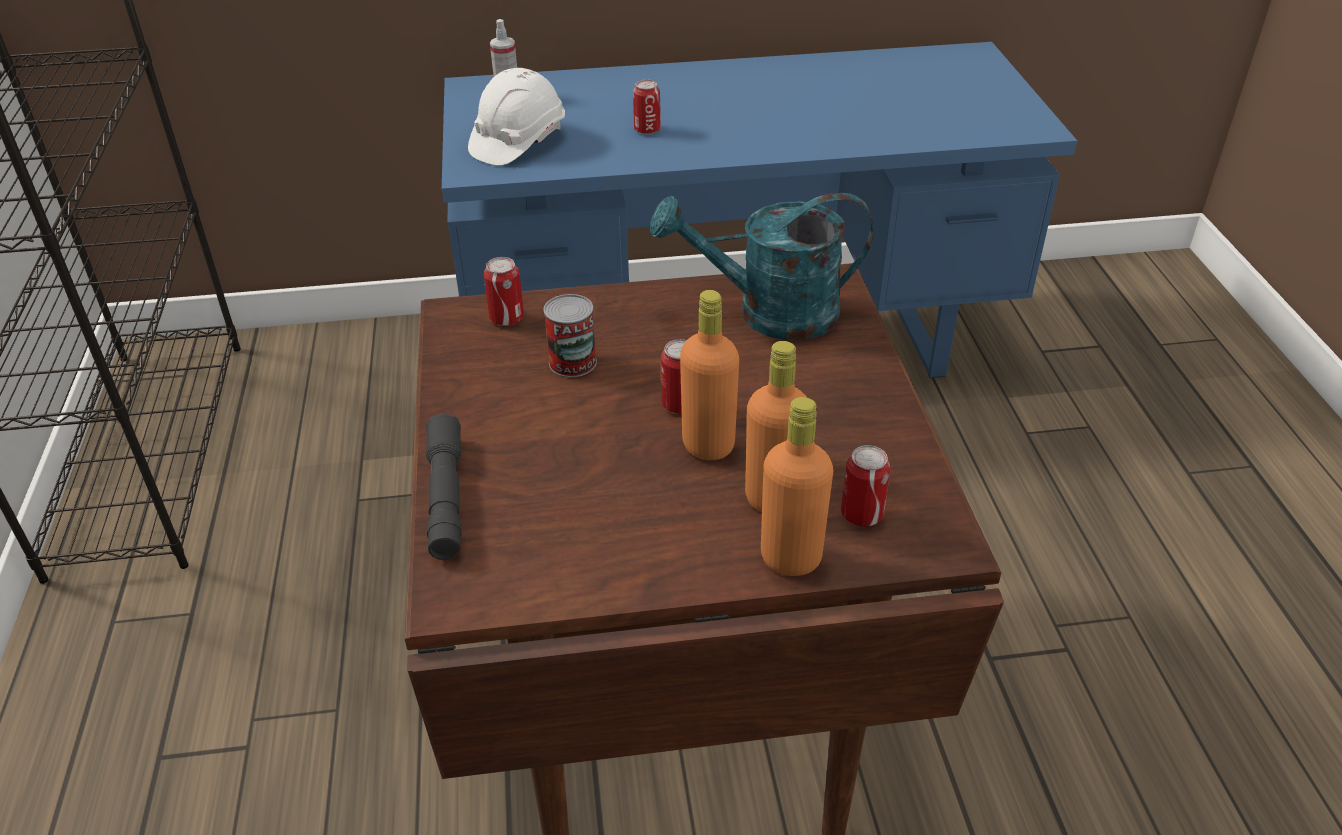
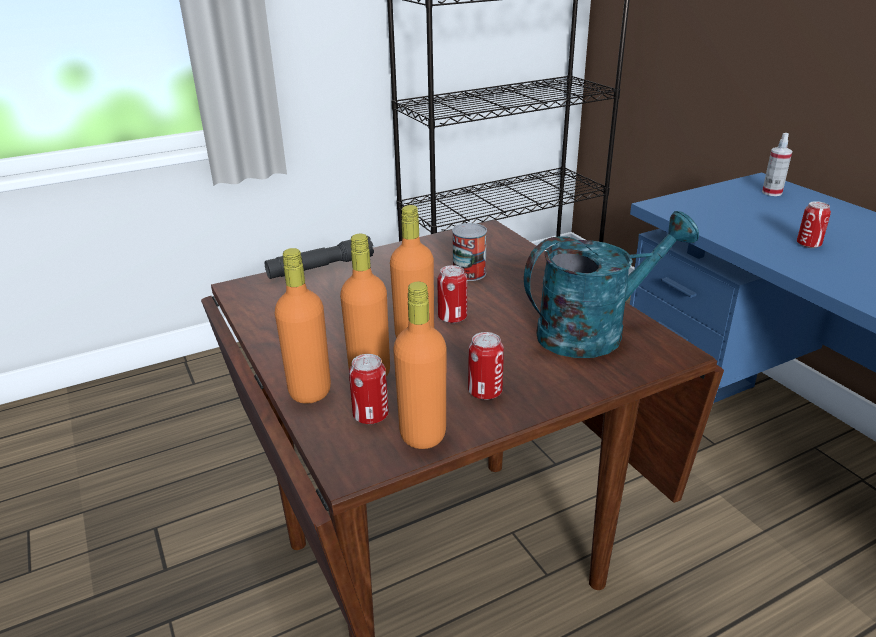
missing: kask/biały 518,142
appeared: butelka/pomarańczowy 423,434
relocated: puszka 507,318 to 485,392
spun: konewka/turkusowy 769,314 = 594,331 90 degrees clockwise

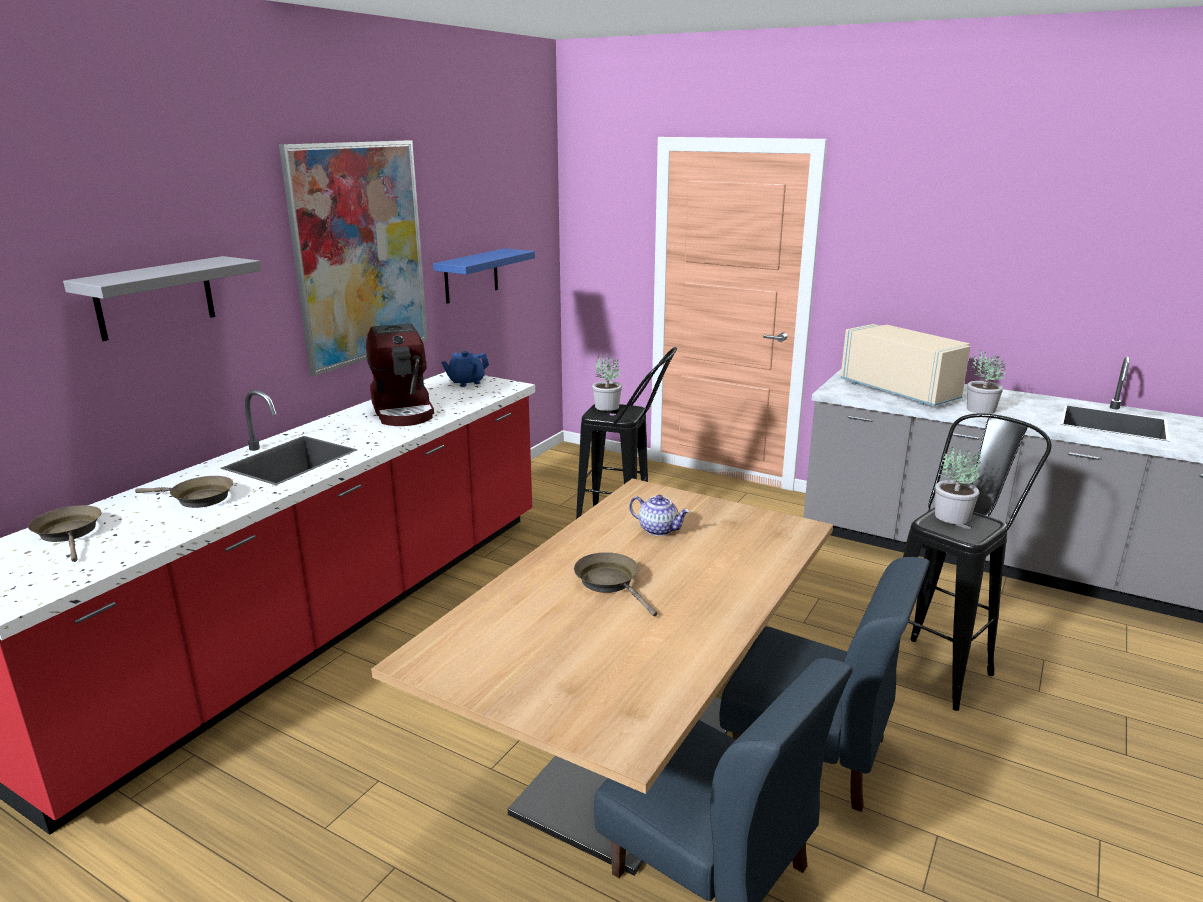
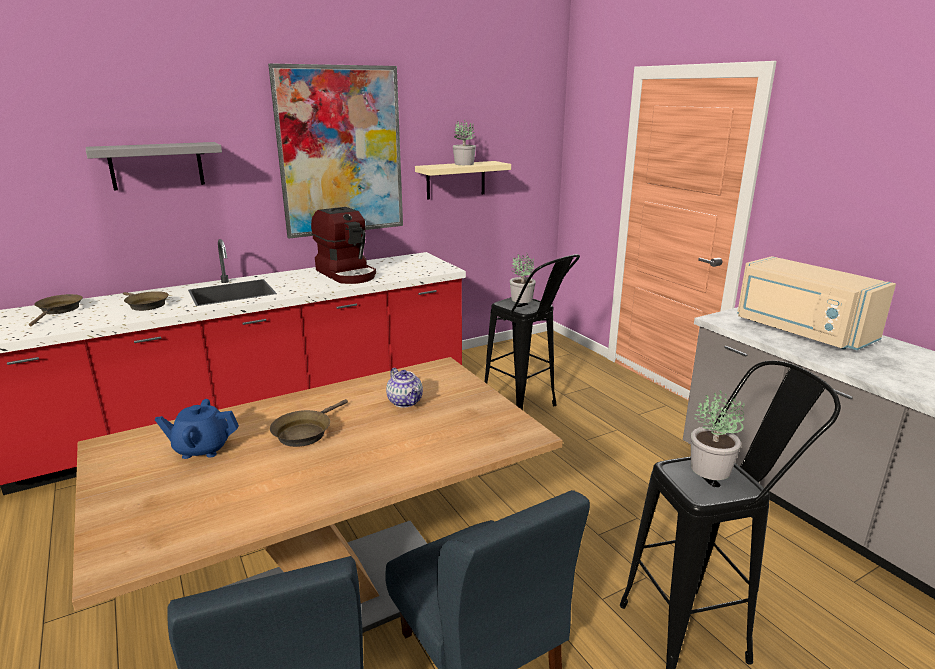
relocated: imbryk/niebieski 466,382 to 202,449; roślina doniczkowa 980,409 to 463,164
colour: półka/niebieski 471,275 to półka/beżowy 456,180
spun: patelnia/brązowy 610,583 = 305,432 150 degrees counterclockwise; ekspres do kawy 403,410 = 347,274 45 degrees counterclockwise; mikrofalówka/beżowy 902,390 = 800,331 150 degrees clockwise

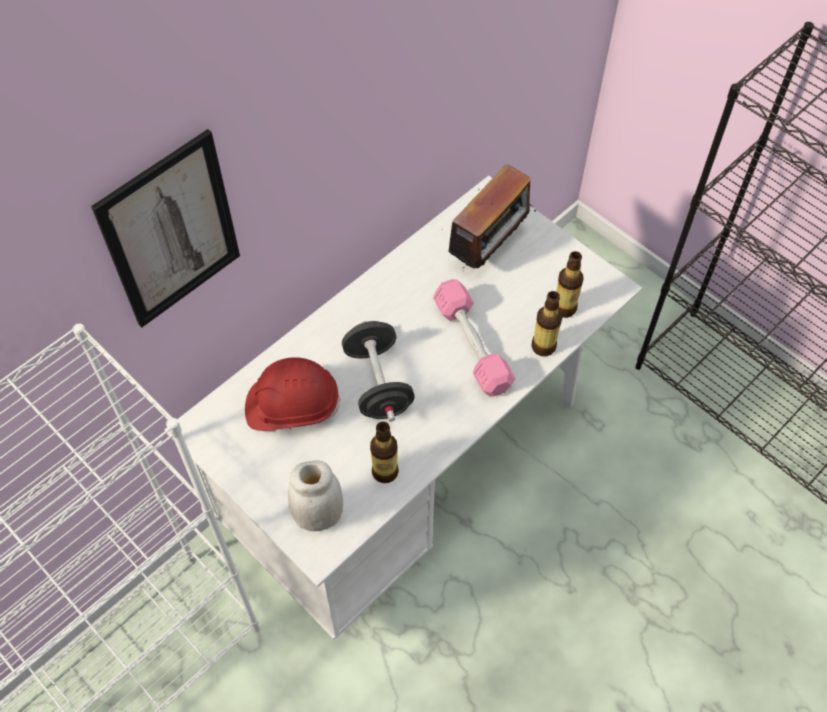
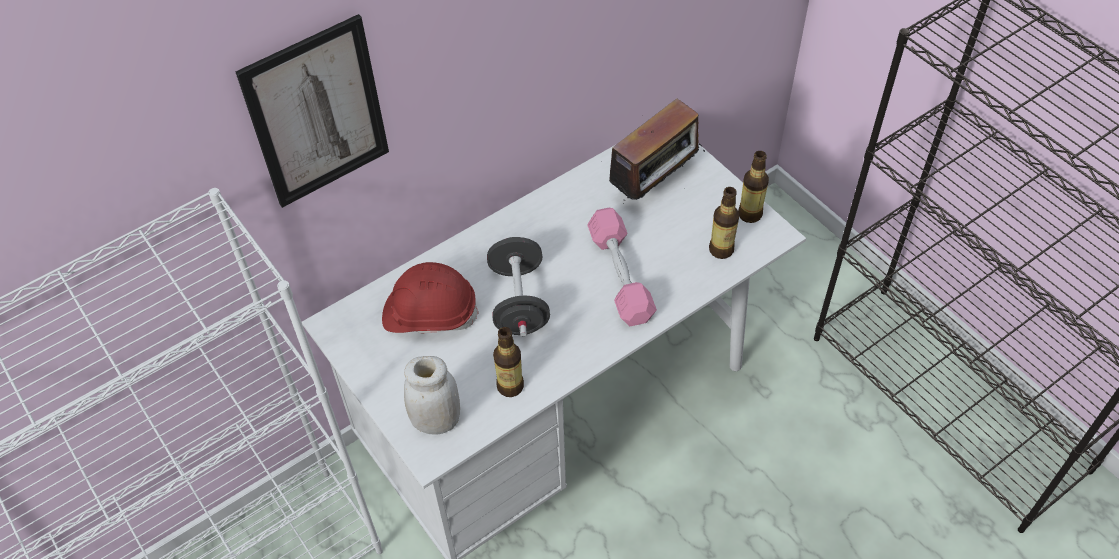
relocated: butelka 543,346 to 749,214

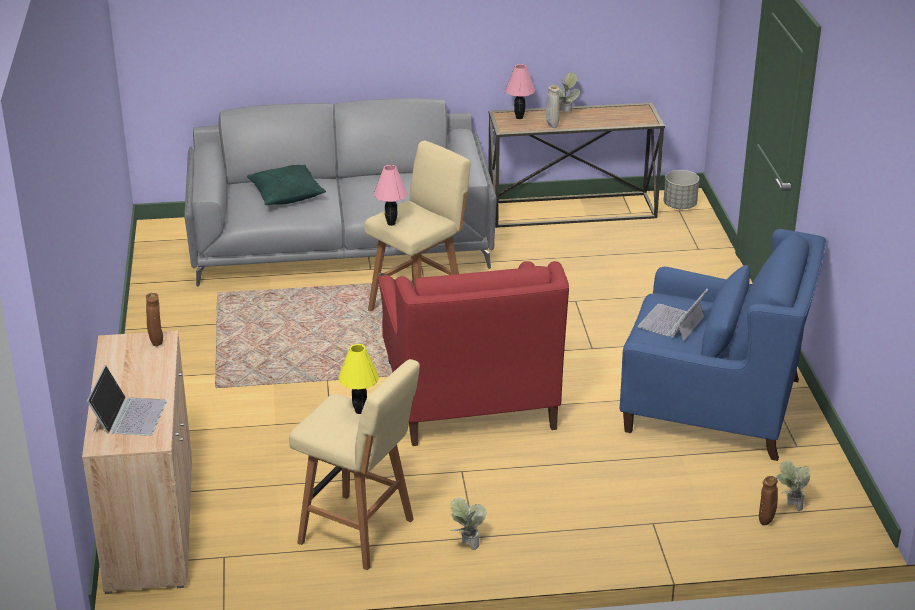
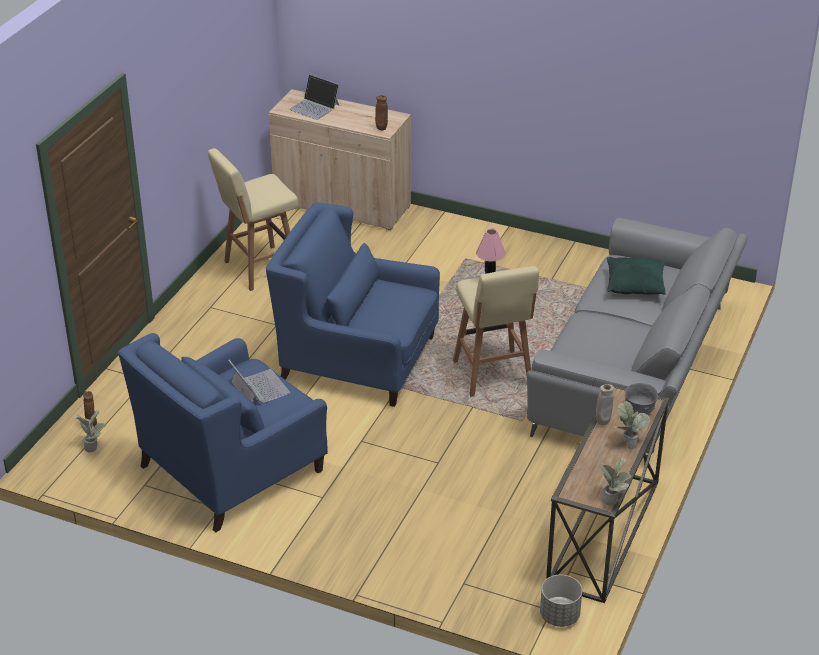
missing: lampa stołowa/żółty 360,411
relocated: roślina doniczkowa 466,543 to 613,499
exchanged: lampa stołowa/różowy 519,117 to miska/szary 639,411
colour: fotel/czerwony 470,394 to fotel/niebieski 358,359

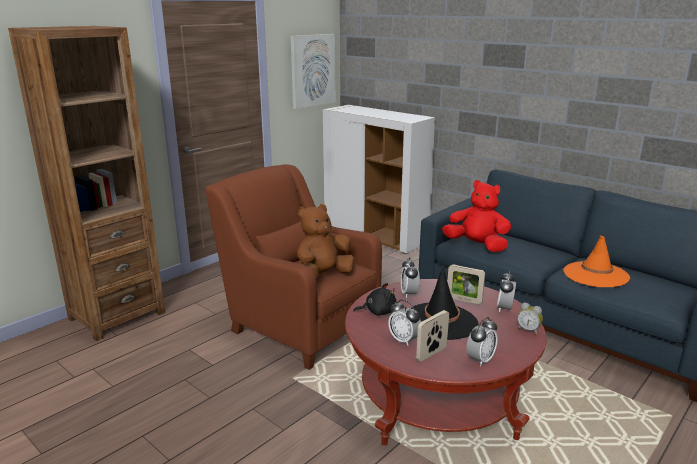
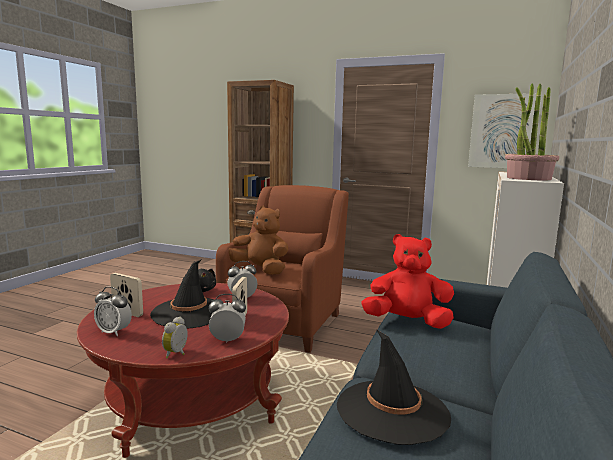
missing: budzik 404,340
appeared: roślina doniczkowa 528,178
colour: kapelusz/pomarańczowy 595,275 to kapelusz/czarny 392,410
spun: pluszak/czerwony 477,245 = 407,322 90 degrees counterclockwise

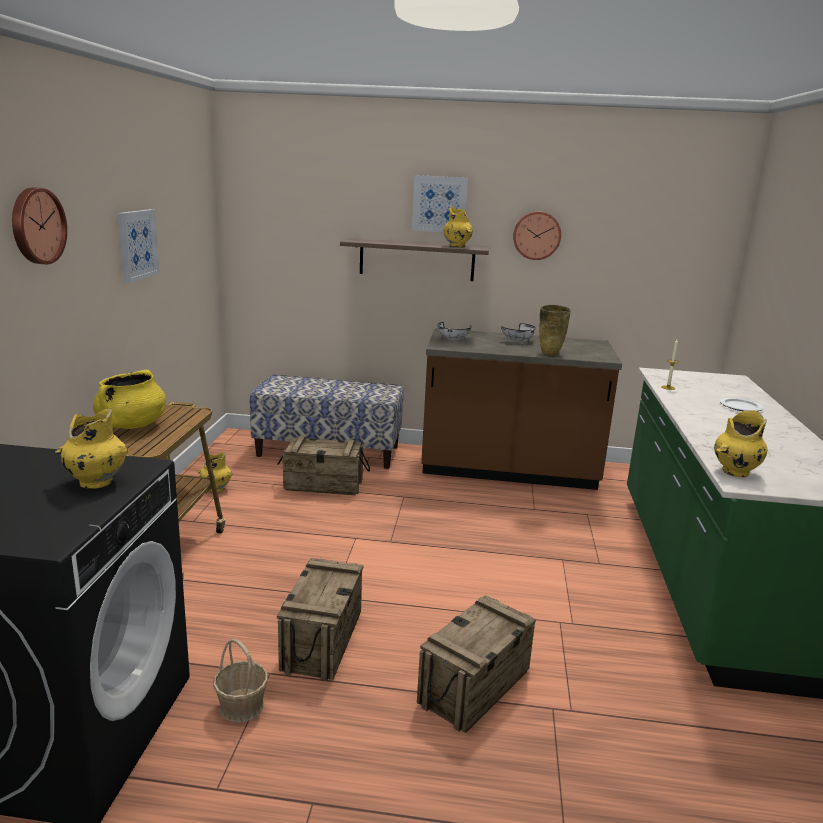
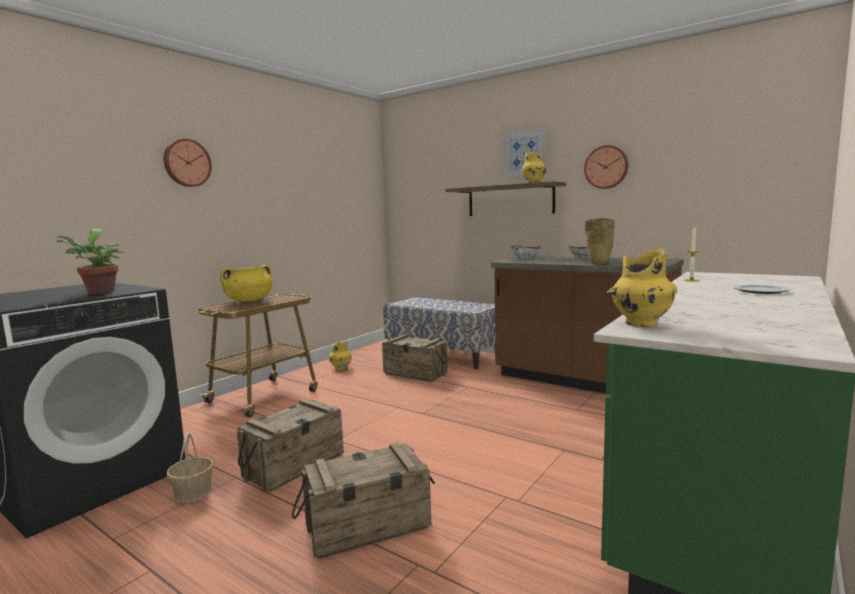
missing: obraz 137,244
exchanged: wazon/żółty 95,482 to roślina doniczkowa 99,292

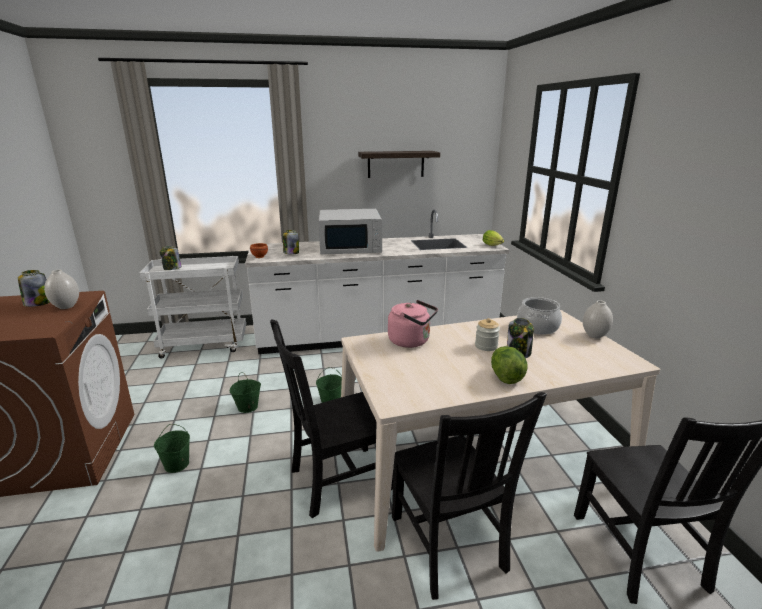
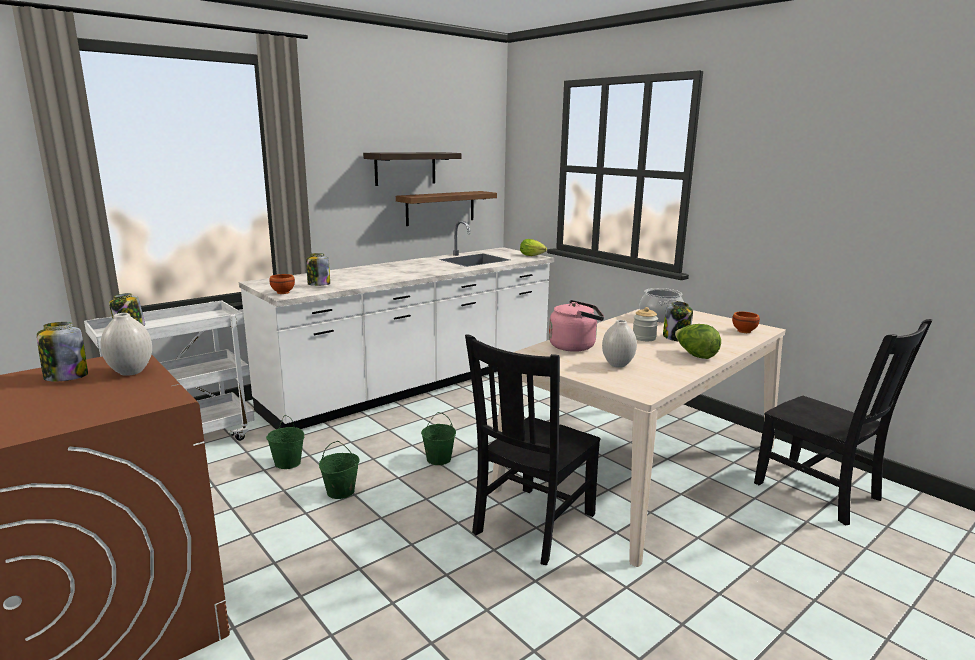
missing: mikrofalówka/biały 350,247; krzesło/czarny 449,546
appeared: półka 440,208; miska/brązowy 743,331
relocated: wiadro/zielony 177,465 to 288,463; wazon/biały 595,336 to 618,365

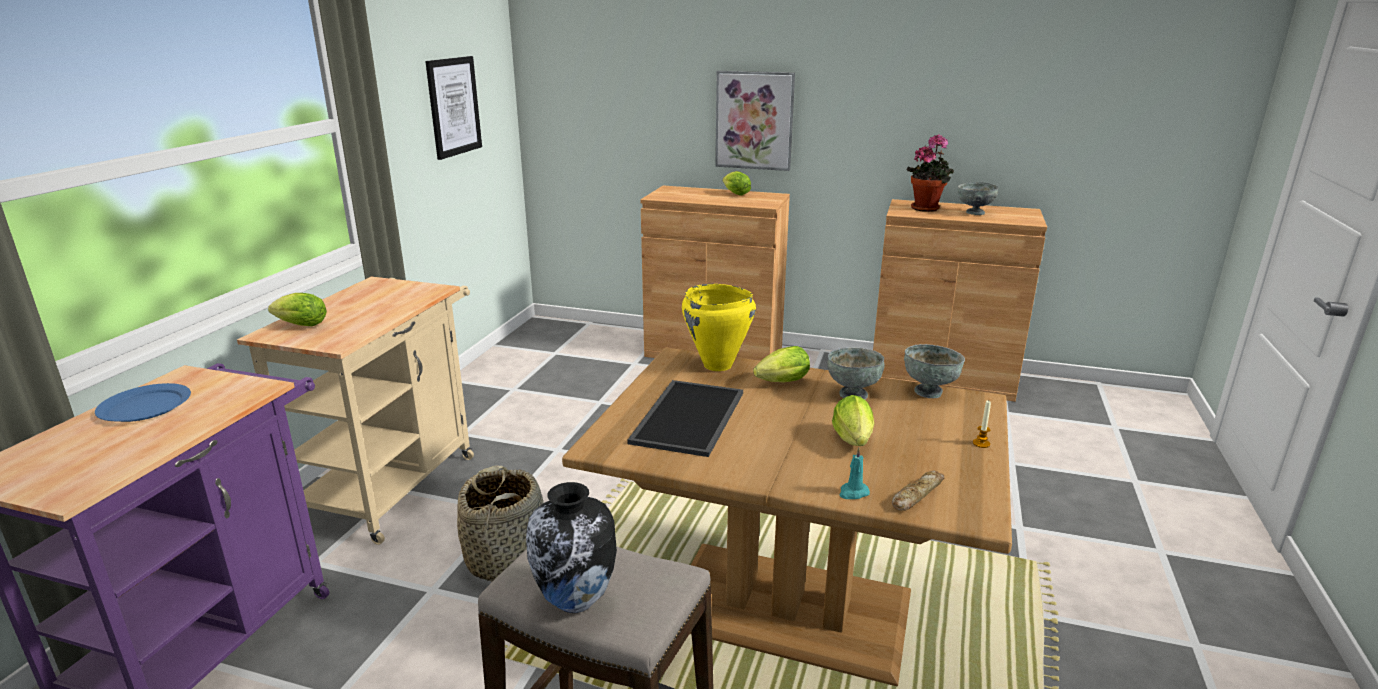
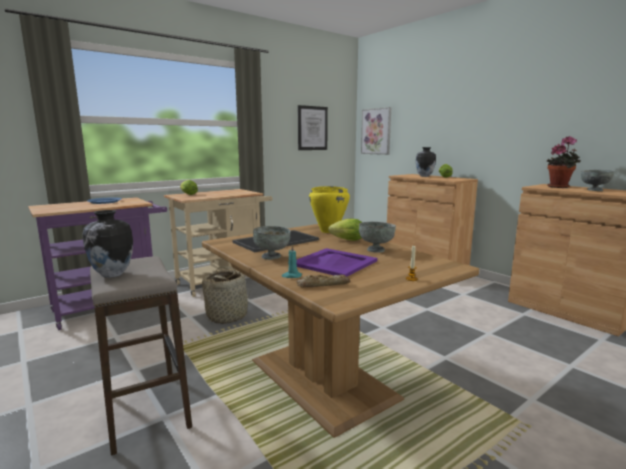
appeared: wazon 424,176
relocated: miska/szary 929,391 to 272,257; obraz 754,120 to 376,131
exchanged: sałata 853,442 to taca/fioletowy 335,263

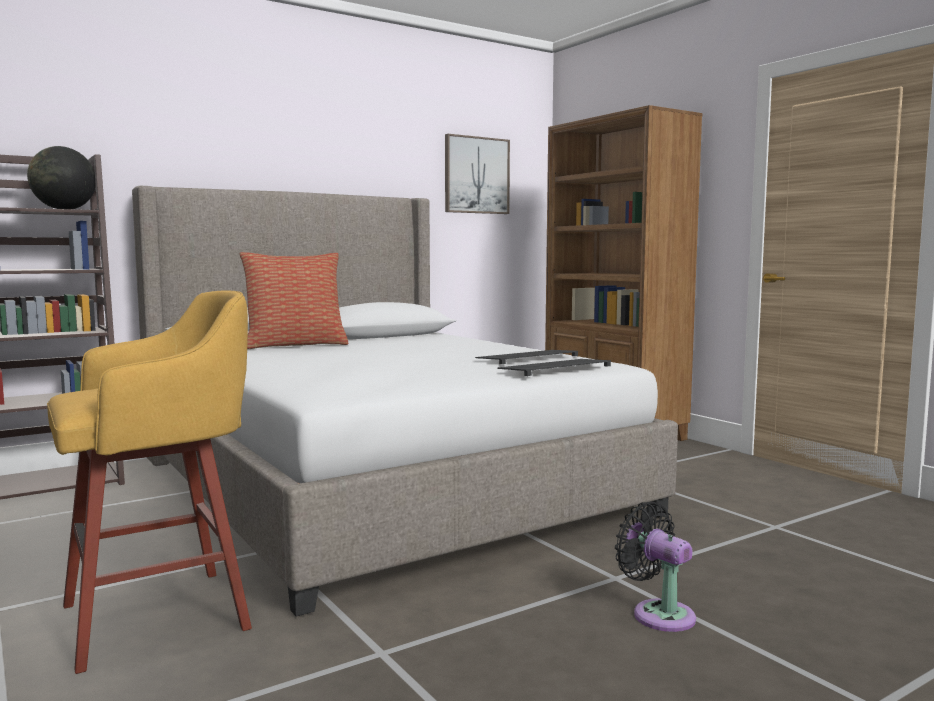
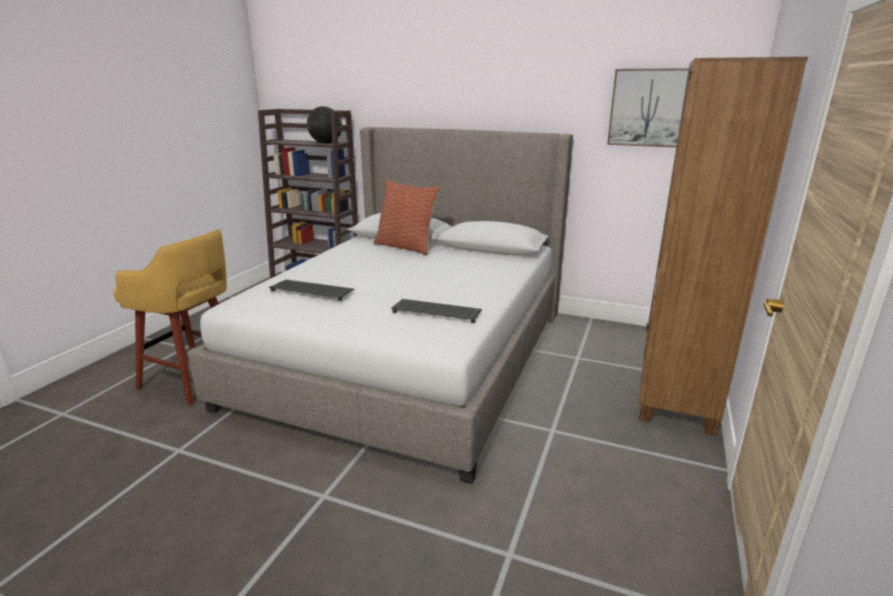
missing: wentylator/czarny 658,614
relocated: klawiatura 555,368 to 313,291

